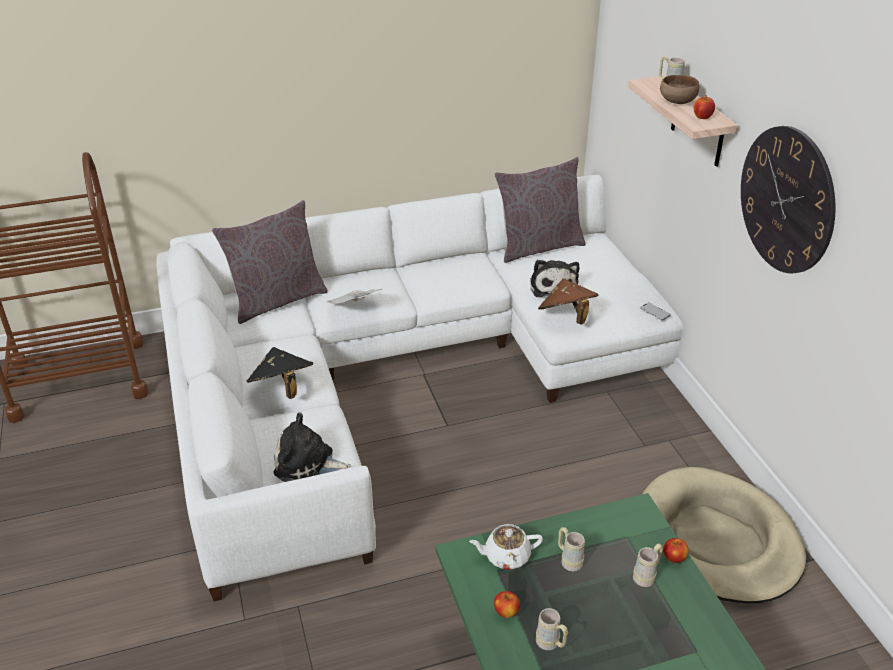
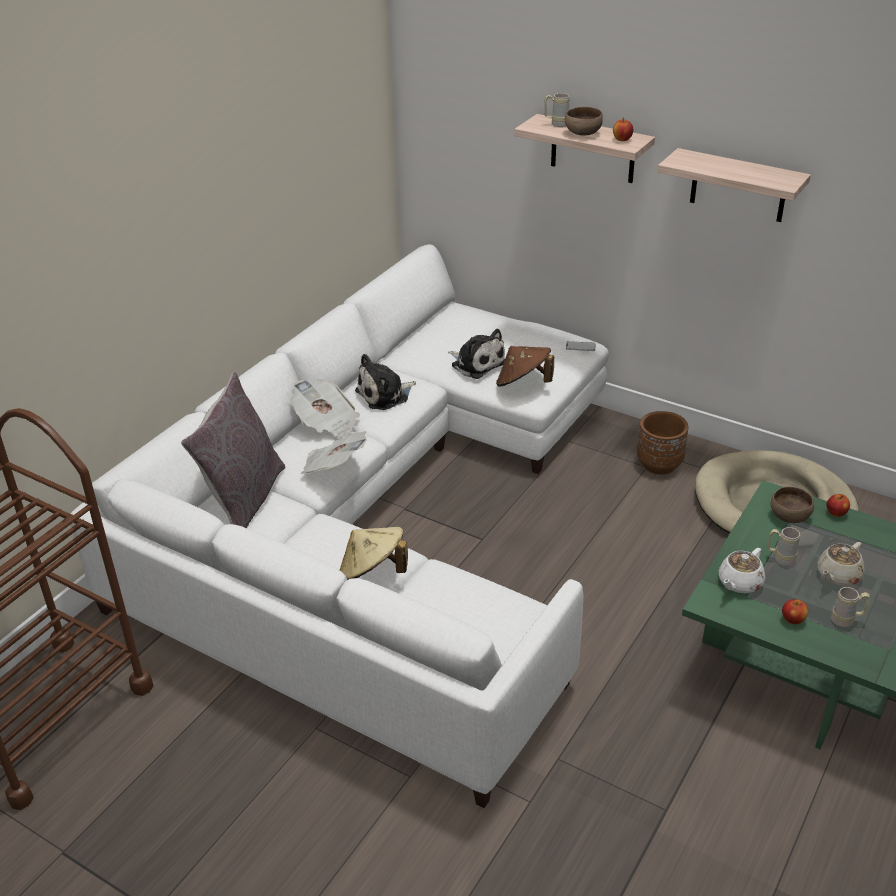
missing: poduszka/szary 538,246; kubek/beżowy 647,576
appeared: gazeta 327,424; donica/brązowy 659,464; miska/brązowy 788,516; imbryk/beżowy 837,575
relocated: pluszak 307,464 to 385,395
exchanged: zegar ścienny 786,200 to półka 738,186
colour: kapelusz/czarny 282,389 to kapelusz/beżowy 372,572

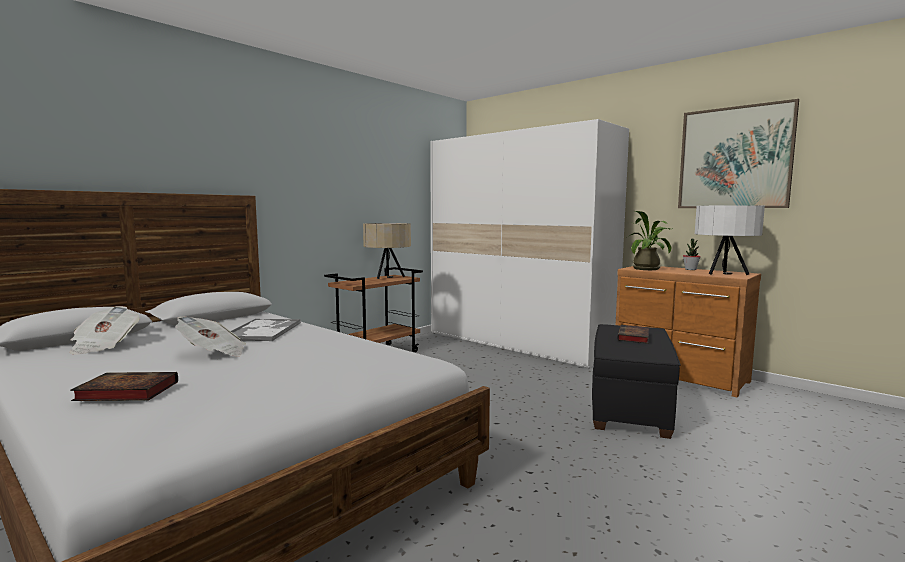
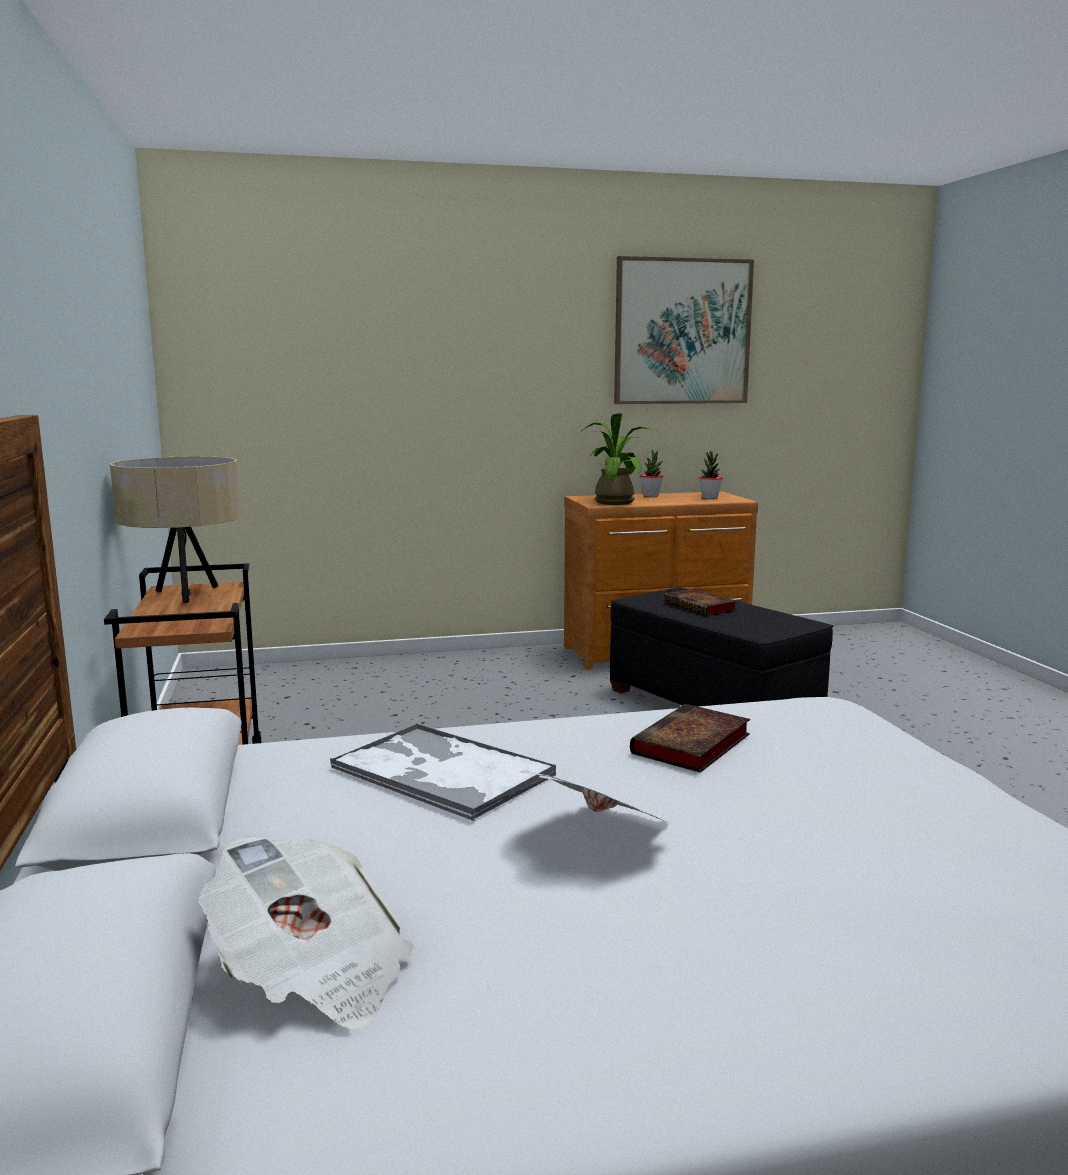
missing: szafa/biały 517,343
relocated: książka 124,392 to 691,746
exchanged: lampa stołowa/biały 724,274 to roślina doniczkowa 709,498

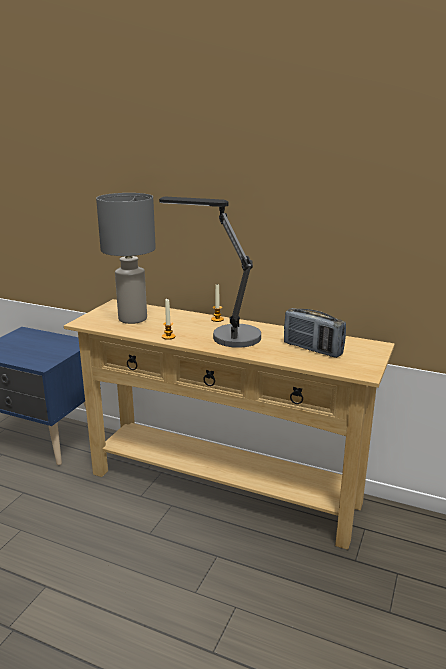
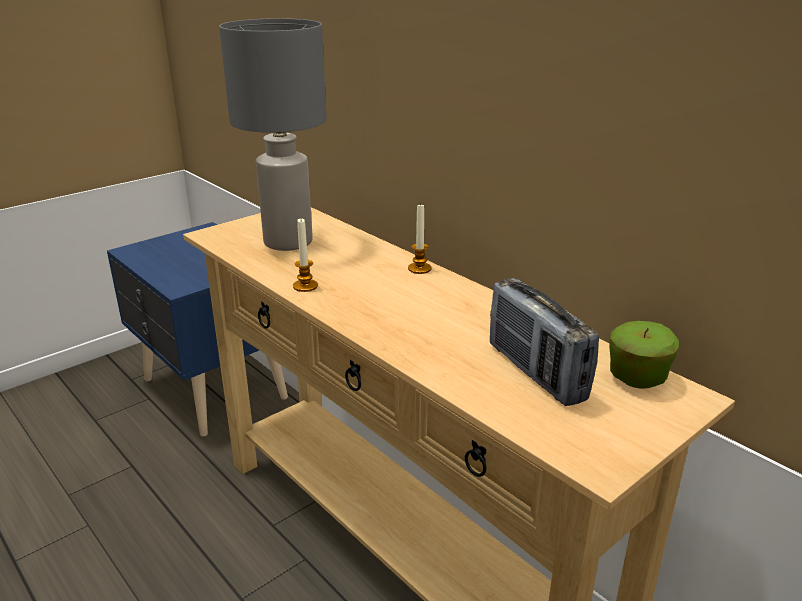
missing: lampa stołowa 223,335
appeared: jabłko 637,378

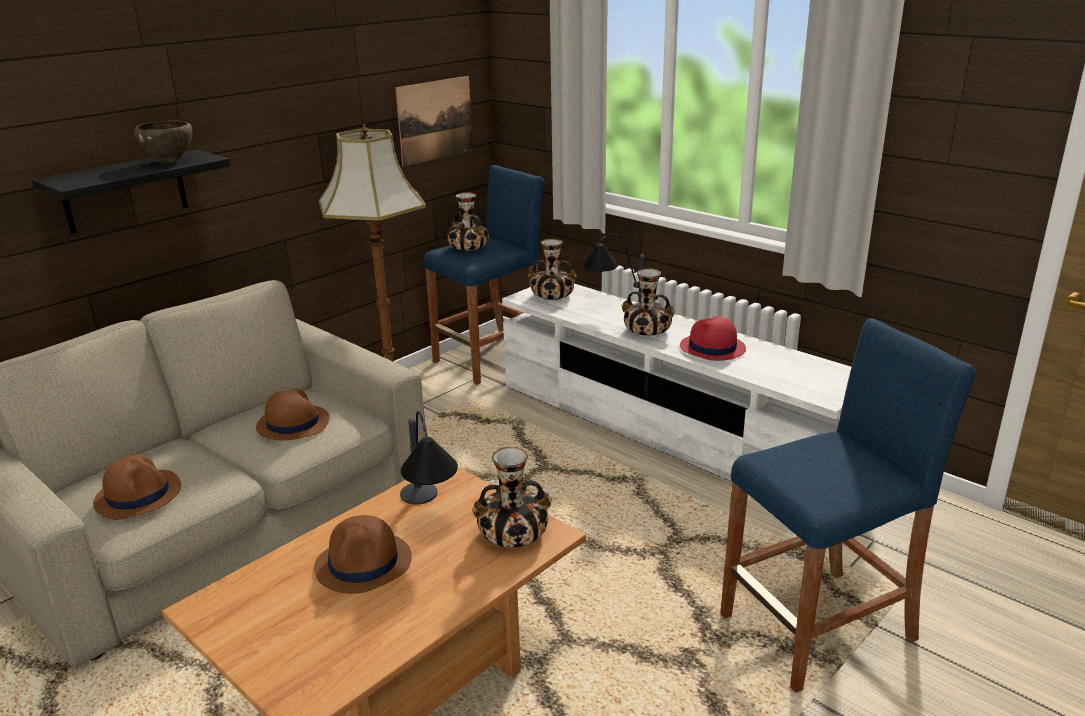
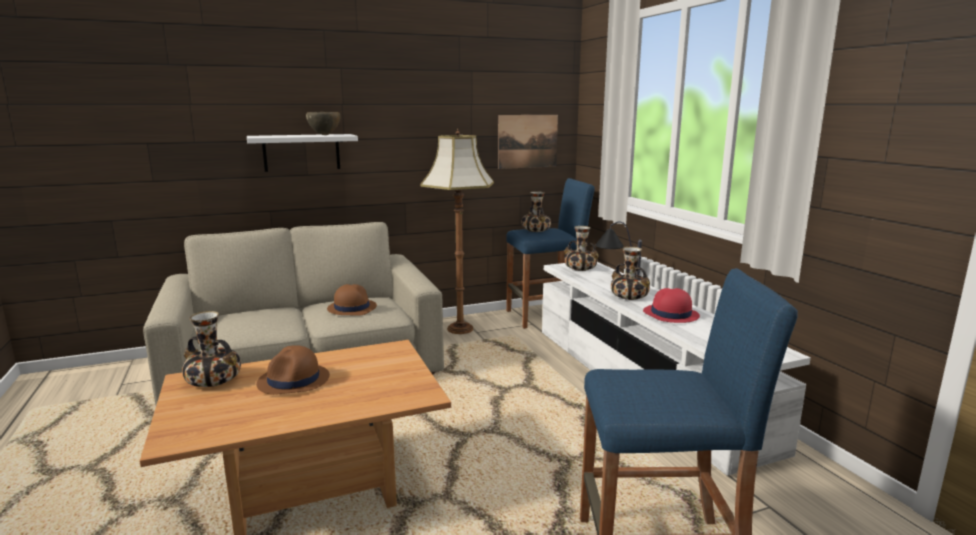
missing: kapelusz/brązowy 138,495; lampa stołowa 428,514
relocated: wazon 514,533 to 214,380
colour: półka/czarny 125,191 to półka/biały 301,152

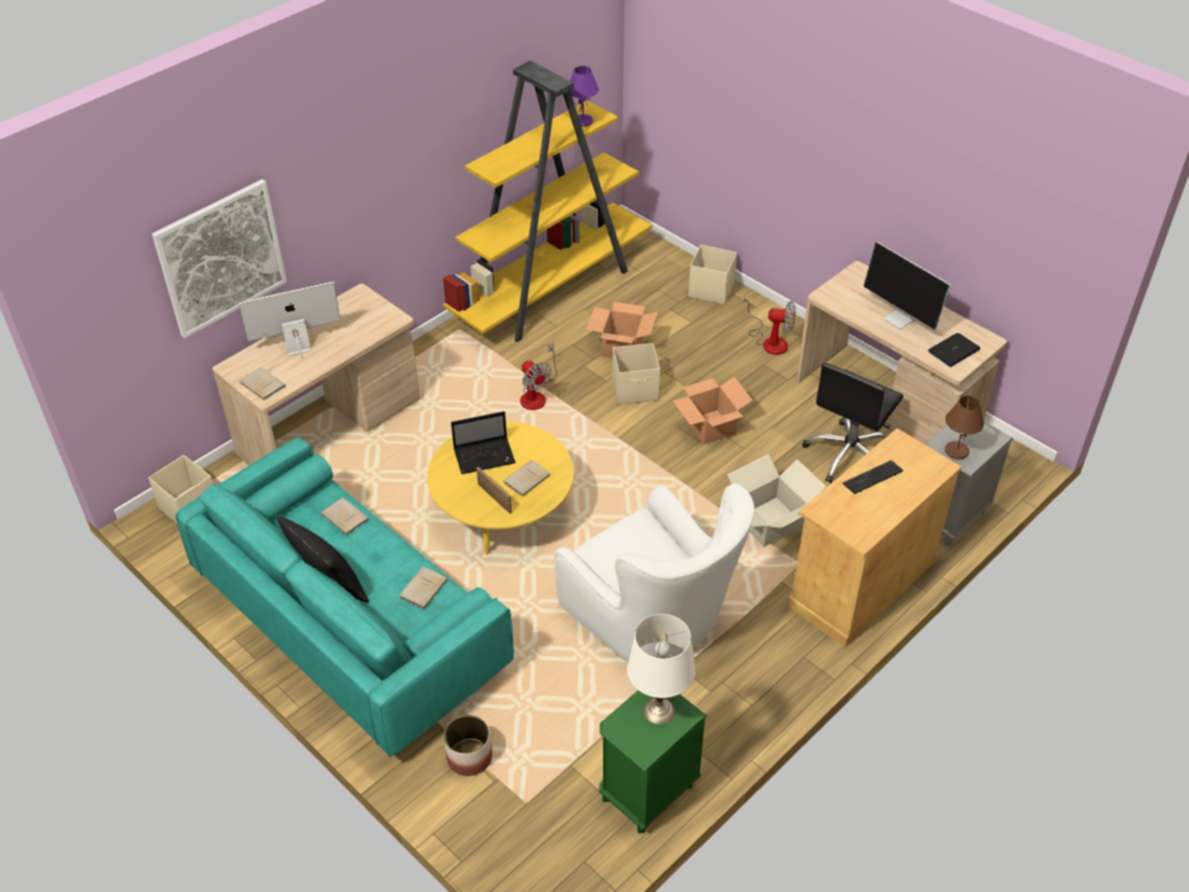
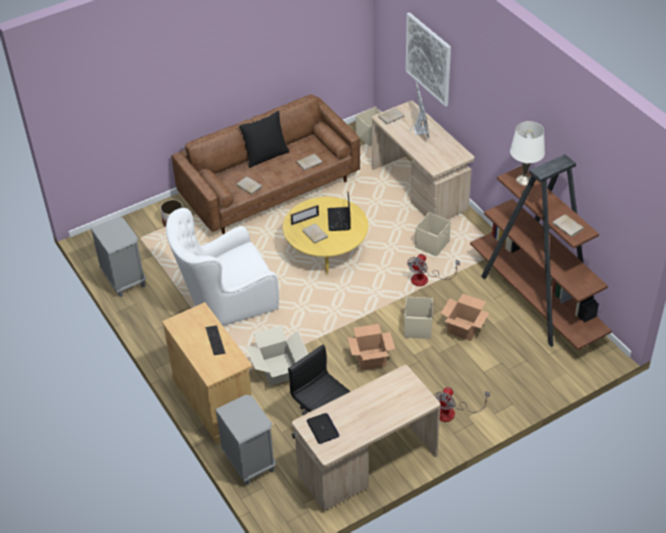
missing: monitor 900,319; lampa stołowa/brązowy 956,451
relocated: pojemnik do przechowywania/beżowy 710,290 to 432,244; lampa stołowa/biały 659,711 to 523,180
exchanged: lampa stołowa/fioletowy 583,121 to książka/beżowy 568,227
colour: szafka nocna/zielony 647,793 to szafka nocna/szary 124,280; kanapa/turkusowy 352,626 to kanapa/brązowy 269,189; regał/żółty 552,289 to regał/brązowy 536,302
spun: wentylator 536,395 = 426,279 45 degrees counterclockwise

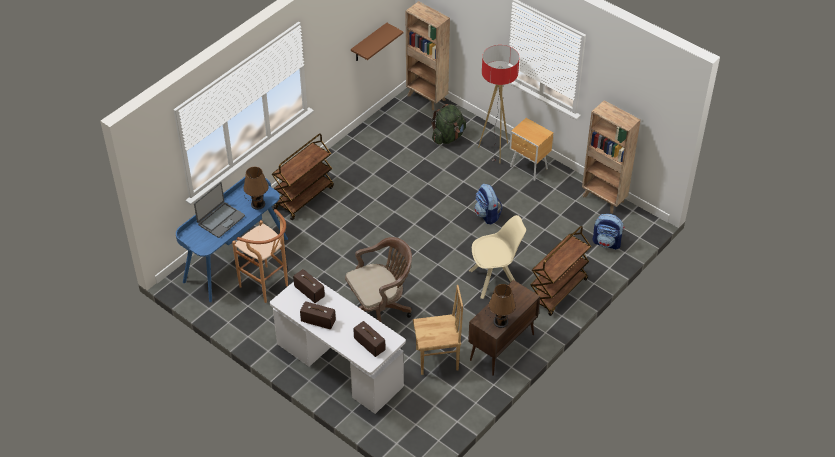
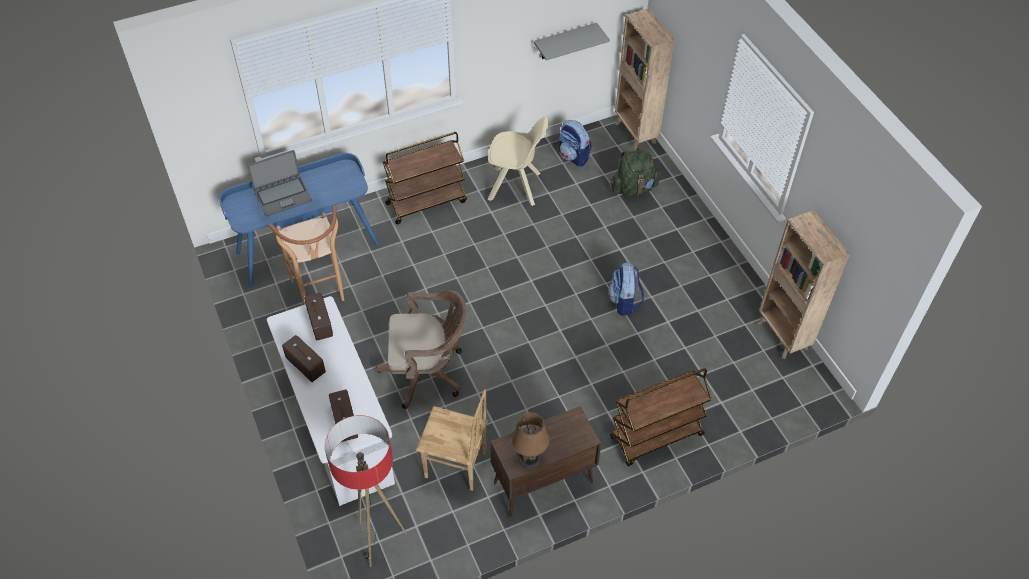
missing: lampa stołowa/brązowy 257,203; szafka nocna/brązowy 529,168
relocated: lampa stojąca 495,151 to 378,541; krzesło/beżowy 495,279 to 516,187; plecak 607,242 to 573,156
colour: półka/brązowy 369,43 to półka/szary 564,41

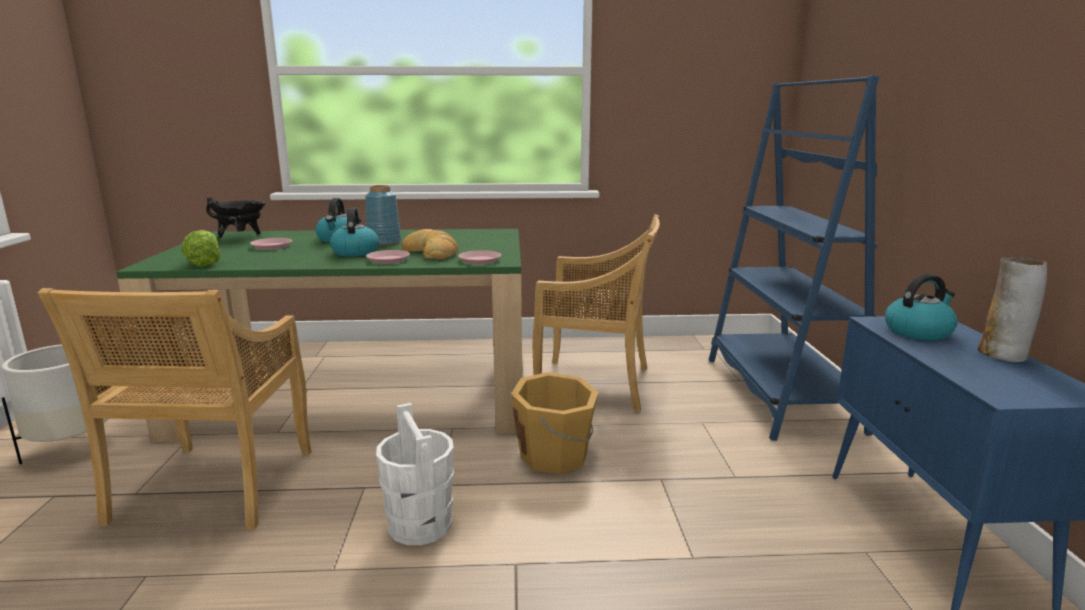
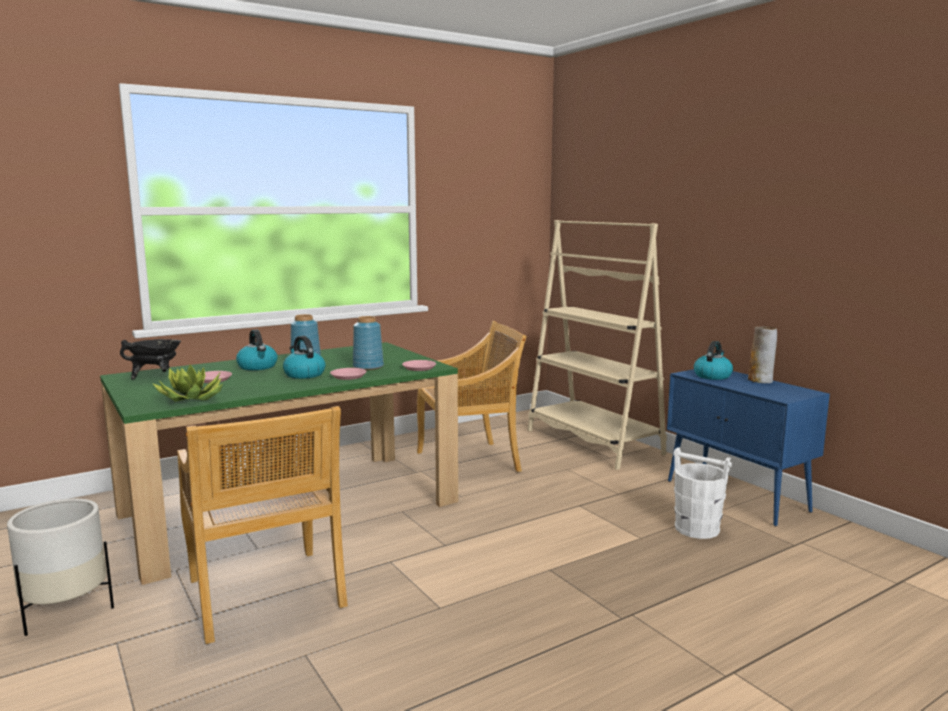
missing: wiadro/pomarańczowy 555,456
relocated: wiadro/biały 420,525 to 697,529
exchanged: sałata 205,263 to roślina doniczkowa 191,399; chleb 432,252 to wazon/niebieski 367,367
colour: regał/niebieski 780,394 to regał/beżowy 593,442

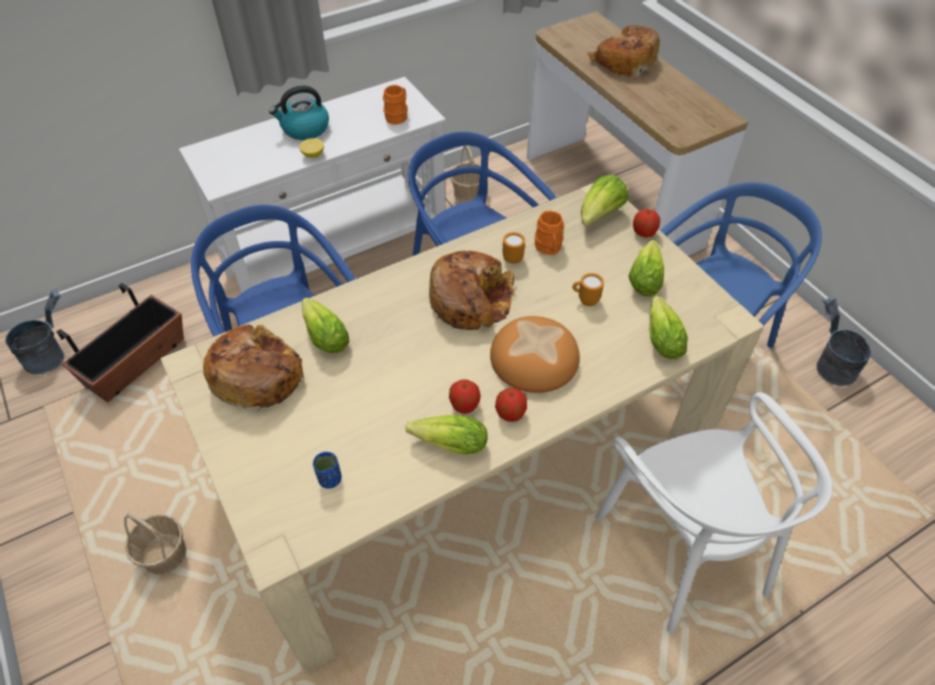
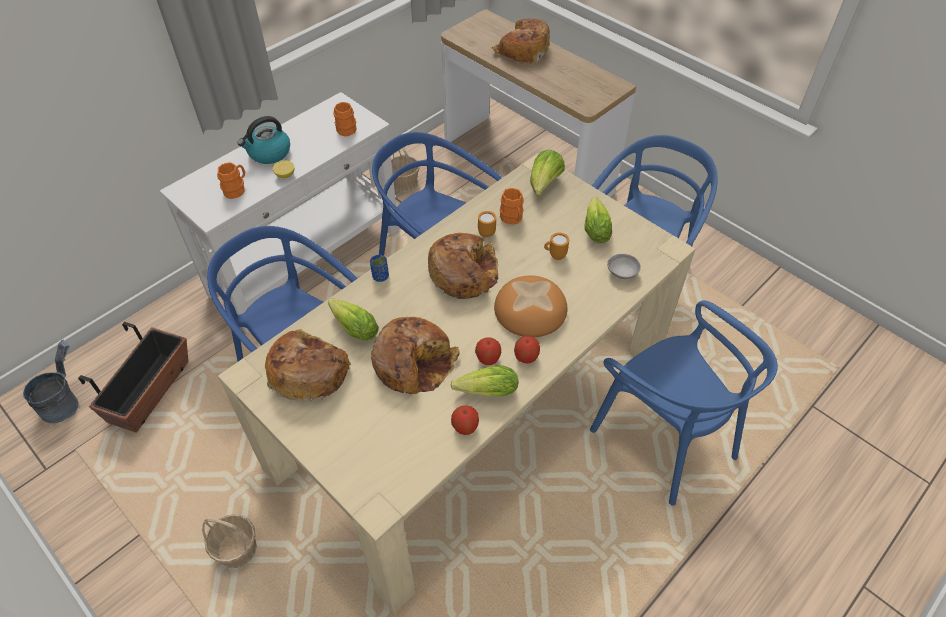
missing: wiadro/szary 830,365
appeared: kubek/pomarańczowy 236,189; chleb 414,362
relocated: filiżanka/niebieski 330,479 to 380,276; jabłko 643,233 to 465,427
exchanged: sałata 661,337 to miska/szary 622,272
colour: krzesło/biały 683,550 to krzesło/niebieski 664,439

